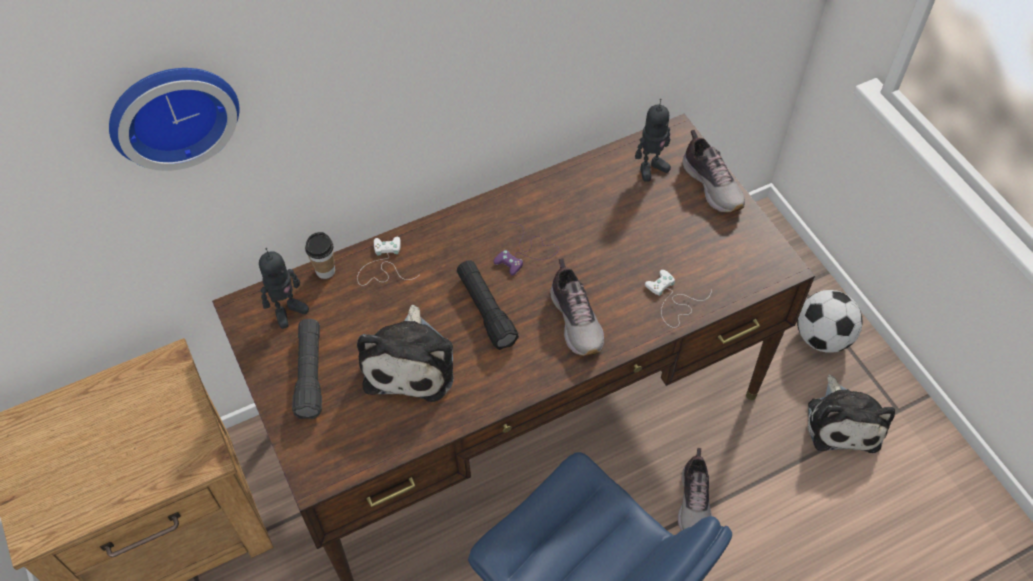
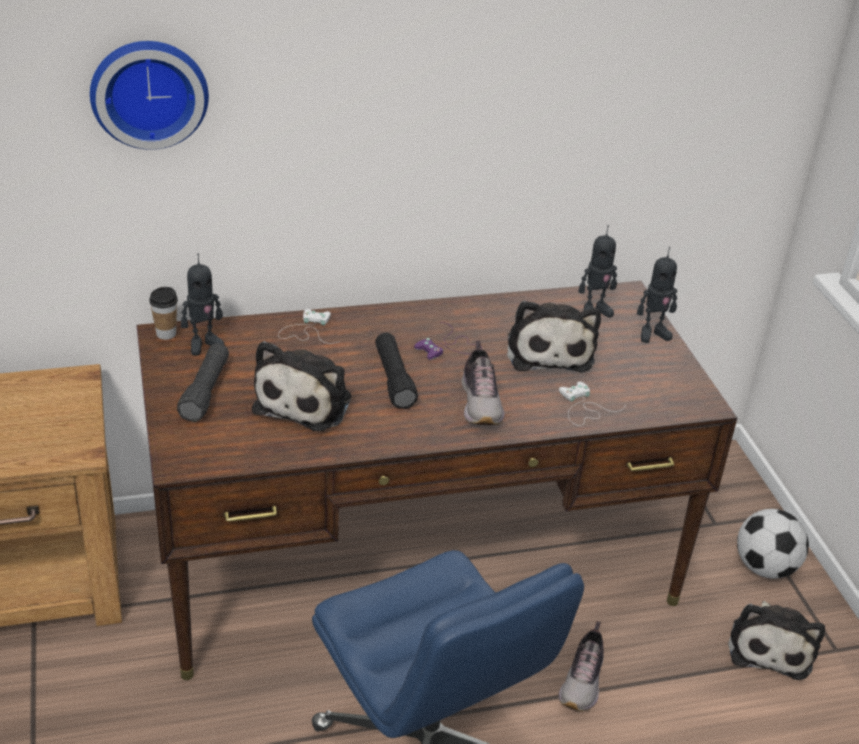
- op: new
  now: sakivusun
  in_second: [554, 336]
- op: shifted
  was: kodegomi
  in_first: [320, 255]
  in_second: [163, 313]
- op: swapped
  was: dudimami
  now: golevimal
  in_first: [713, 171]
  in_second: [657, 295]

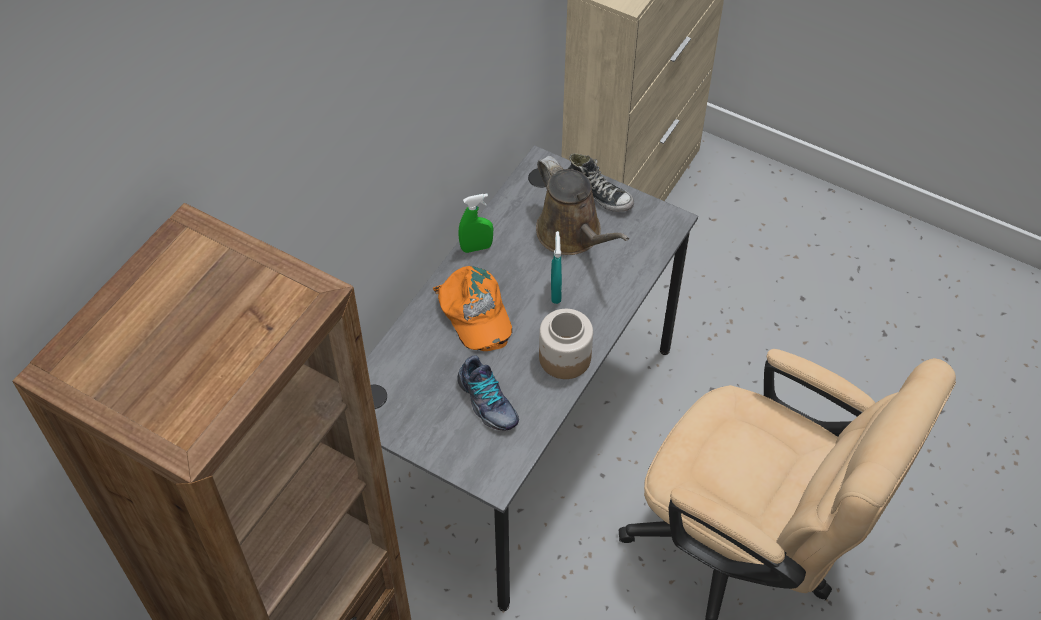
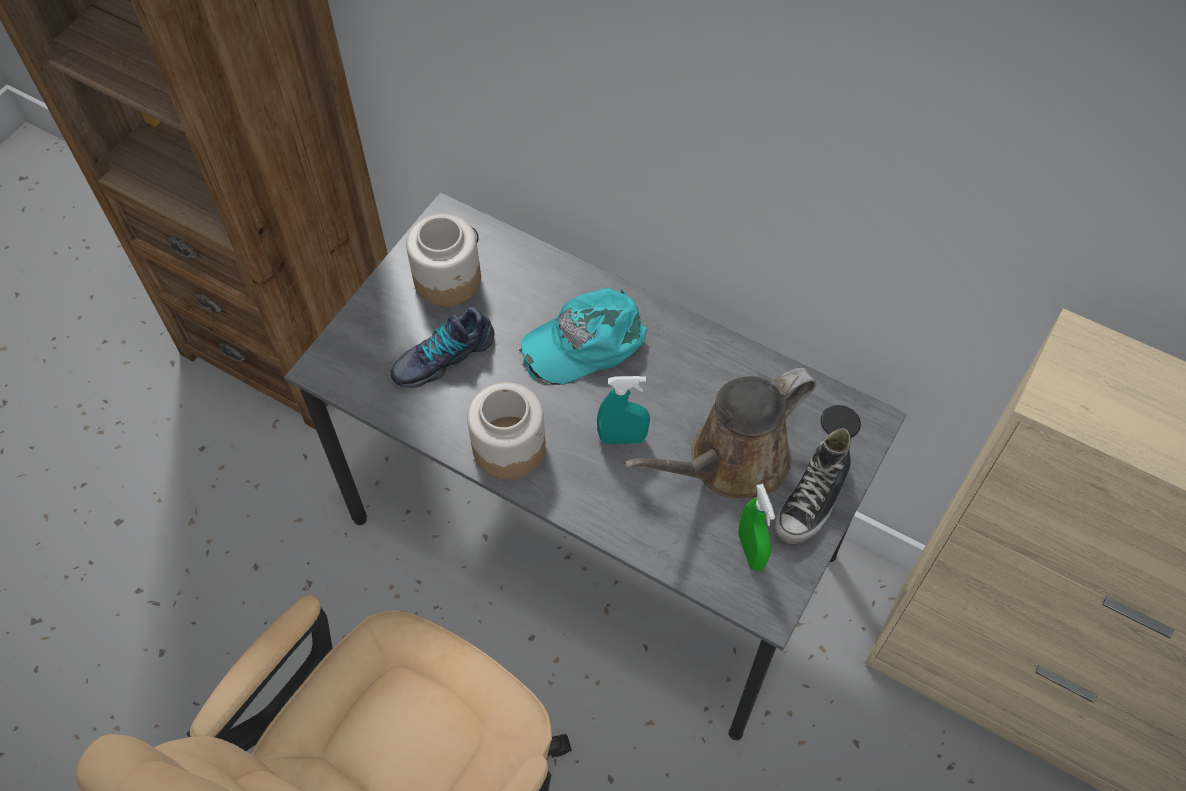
- op: new
  now: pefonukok
  in_second: [443, 260]
- op: shifted
  was: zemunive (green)
  in_first: [475, 223]
  in_second: [756, 527]
- op: repainted
  was: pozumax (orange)
  now: pozumax (turquoise)
  in_first: [472, 308]
  in_second: [583, 336]

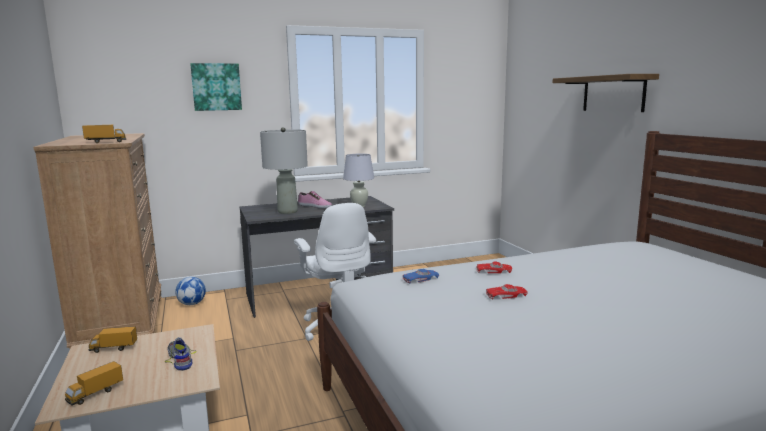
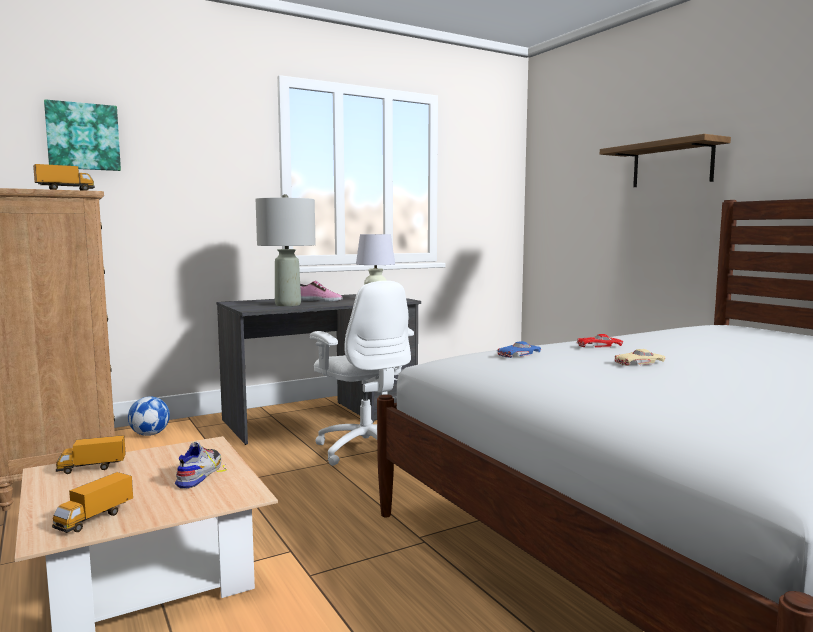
- op: shifted
  was: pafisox
  in_first: [216, 87]
  in_second: [82, 135]
- op: repainted
  was: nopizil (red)
  now: nopizil (beige)
  in_first: [507, 291]
  in_second: [640, 357]
- op: rotated
  was: dudimami
  in_first: [180, 354]
  in_second: [201, 465]
  clockwise: 45

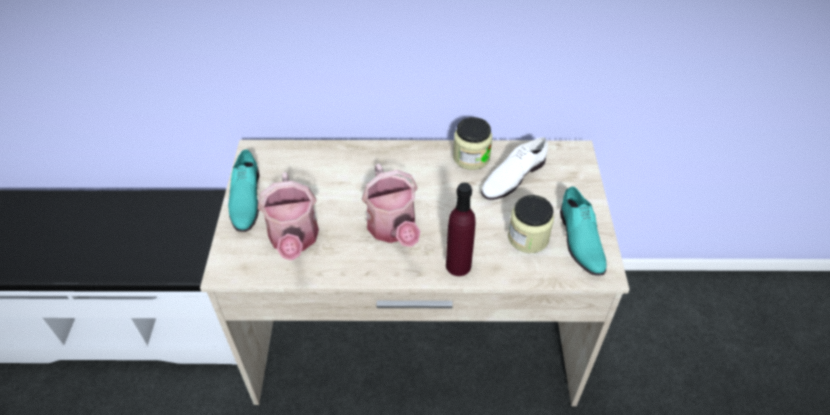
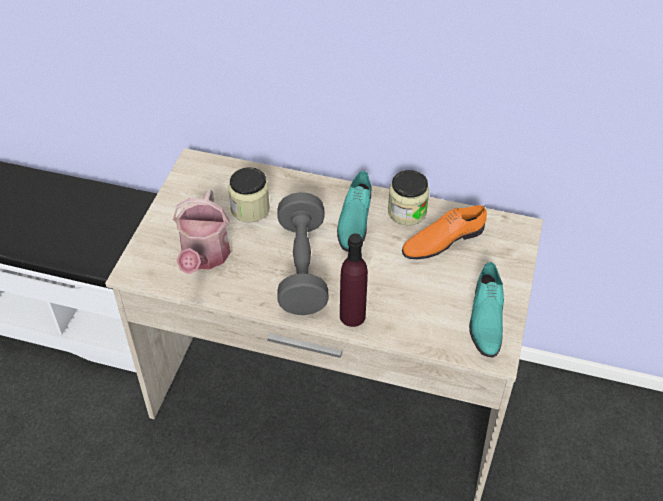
- op: shifted
  was: dudimami (turquoise)
  in_first: [244, 190]
  in_second: [354, 211]
- op: shifted
  was: pefonukok
  in_first: [531, 224]
  in_second: [249, 194]
- op: swapped
  was: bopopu
  now: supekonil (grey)
  in_first: [391, 205]
  in_second: [303, 253]
- op: repainted
  was: dudimami (white)
  now: dudimami (orange)
  in_first: [514, 168]
  in_second: [444, 232]

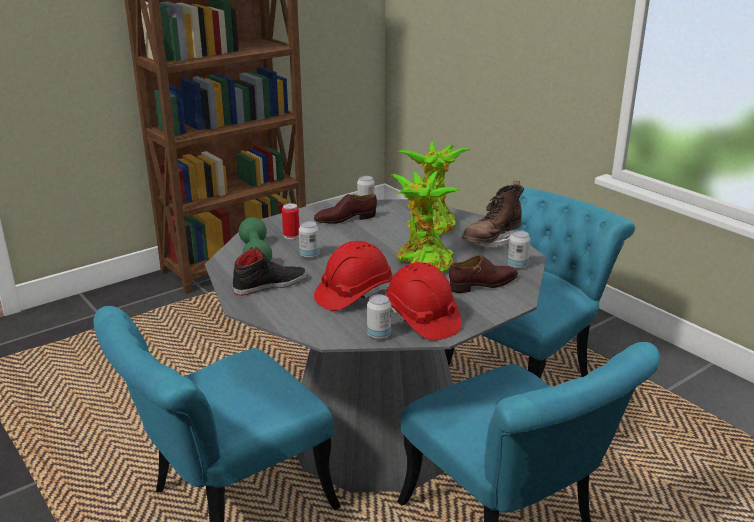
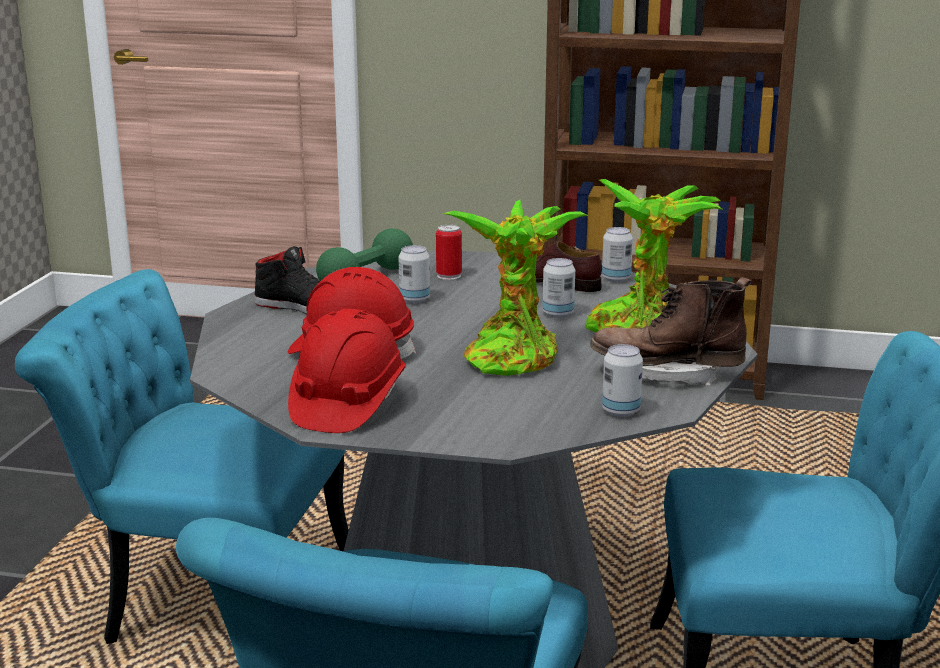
- op: gone
  was: dudimami (brown)
  in_first: [483, 274]
- op: shifted
  was: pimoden
  in_first: [379, 317]
  in_second: [558, 288]

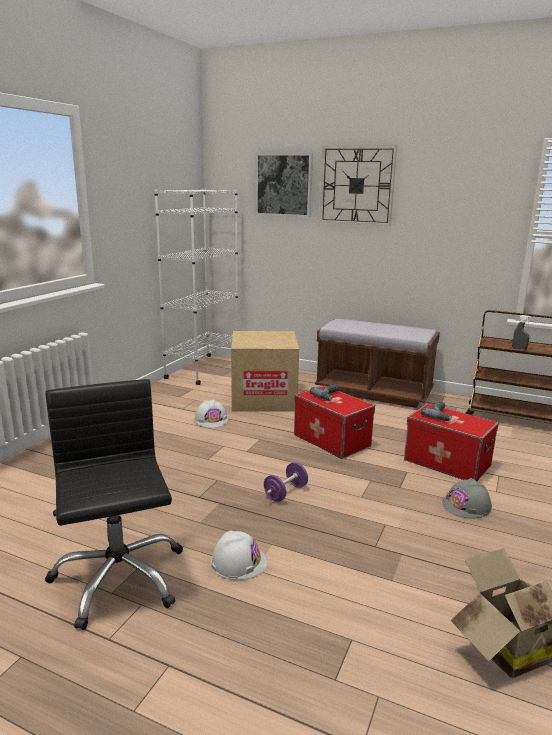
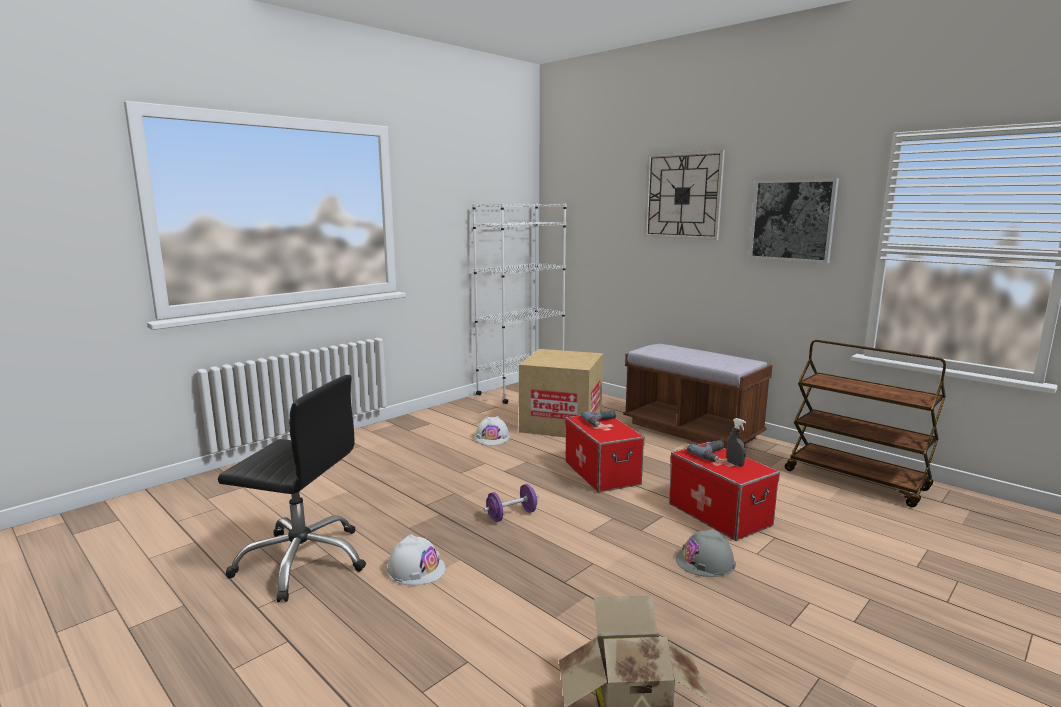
- op: shifted
  was: pafisox
  in_first: [284, 185]
  in_second: [794, 220]
- op: shifted
  was: zemunive (grey)
  in_first: [521, 332]
  in_second: [736, 442]
- op: rotated
  was: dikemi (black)
  in_first: [114, 504]
  in_second: [292, 488]
  clockwise: 105

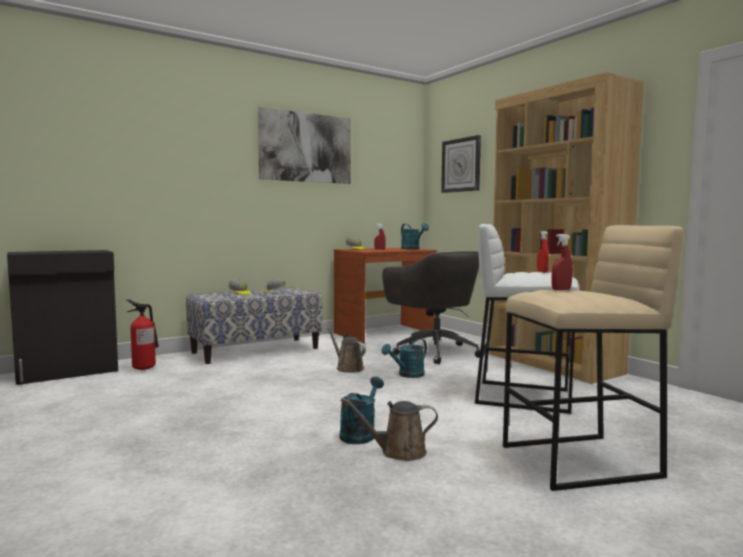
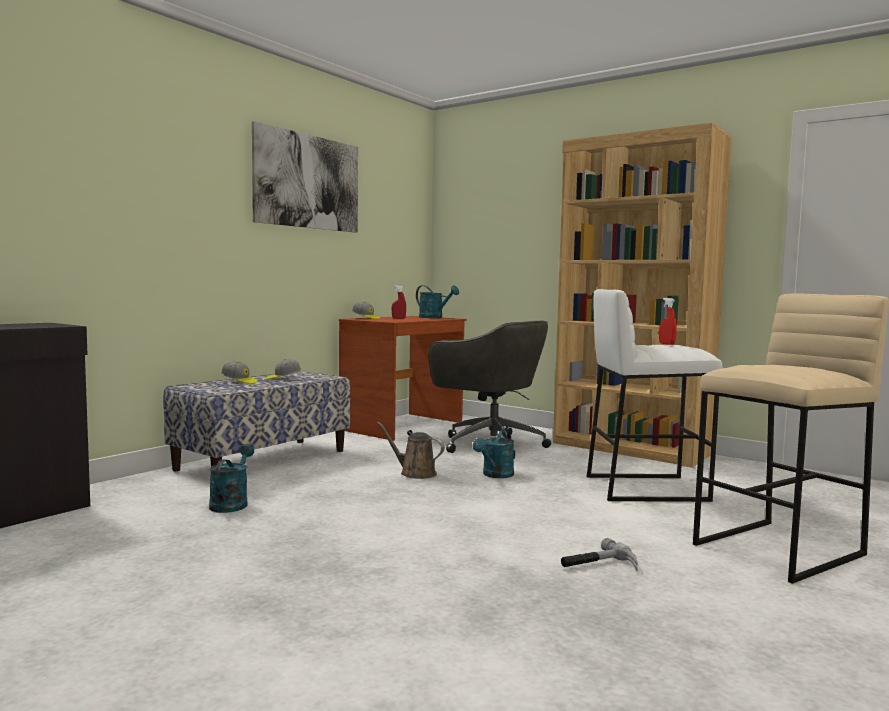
- op: gone
  was: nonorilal
  in_first: [142, 335]
- op: gone
  was: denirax
  in_first: [461, 164]
- op: gone
  was: zemunive (red)
  in_first: [562, 262]
- op: shifted
  was: bopopu (turquoise)
  in_first: [361, 410]
  in_second: [231, 478]
- op: swapped
  was: bopopu (brown)
  now: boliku
  in_first: [389, 429]
  in_second: [599, 554]

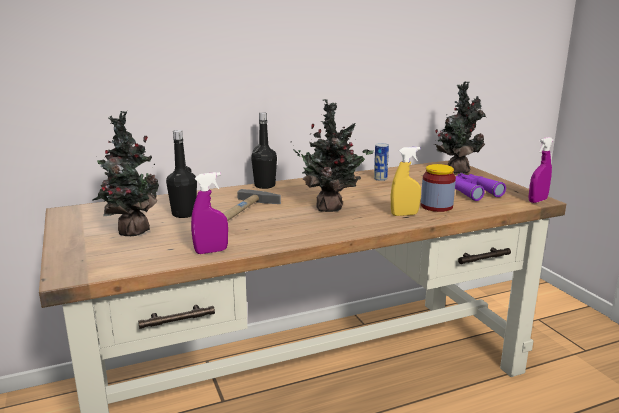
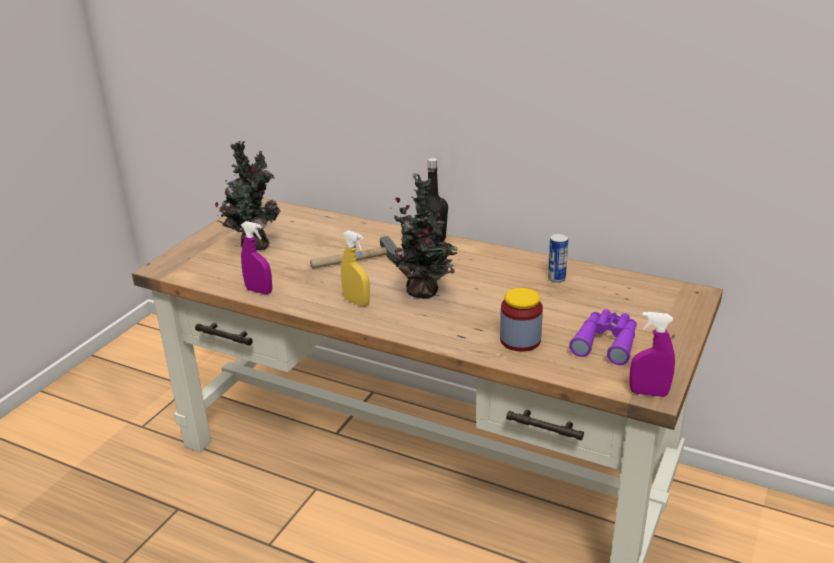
- op: gone
  was: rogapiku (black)
  in_first: [181, 174]
- op: gone
  was: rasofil
  in_first: [460, 127]
- op: shifted
  was: zemunive (yellow)
  in_first: [406, 181]
  in_second: [355, 268]

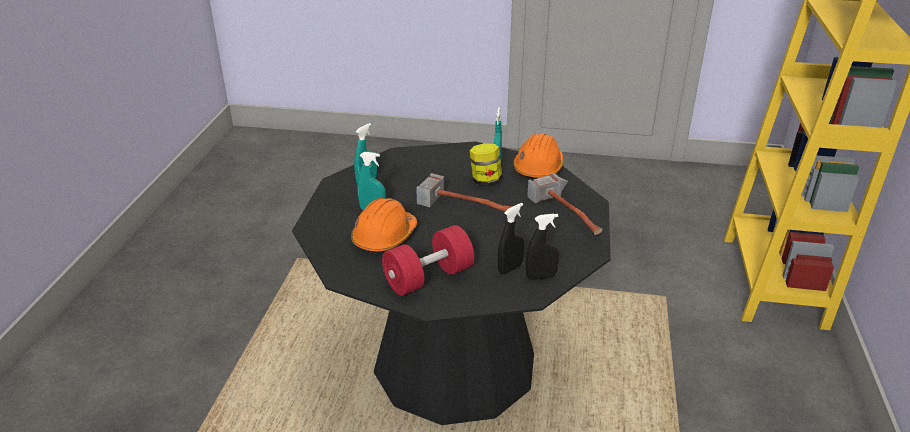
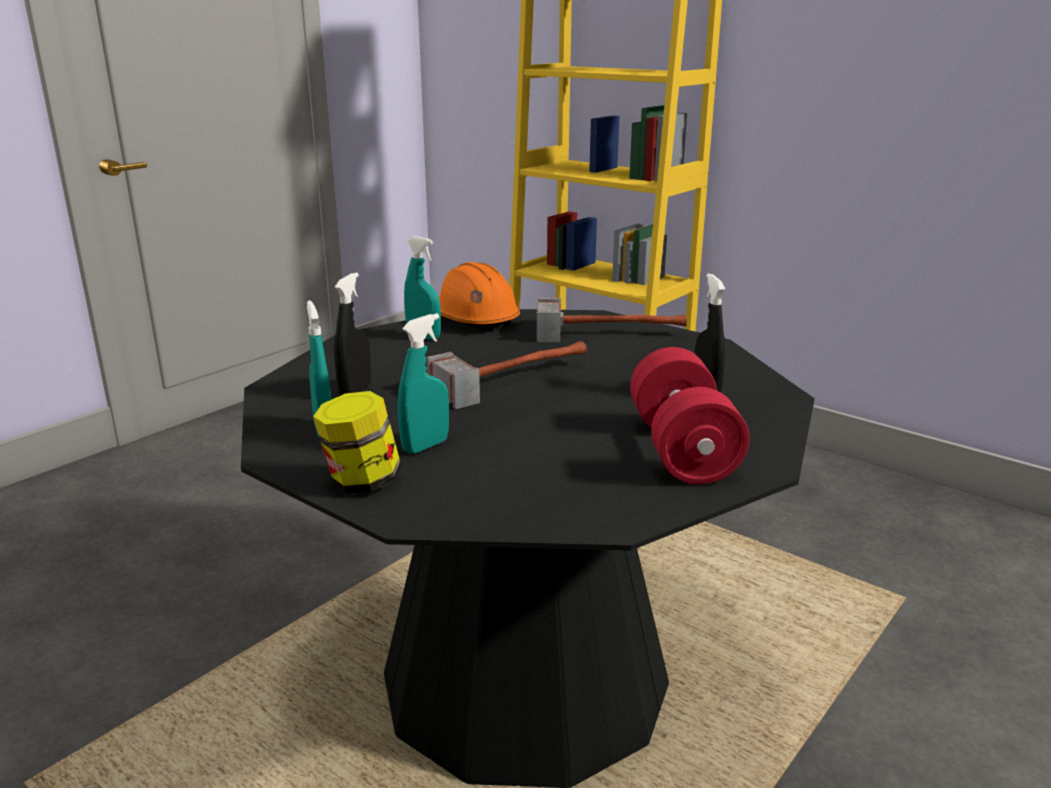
- op: gone
  was: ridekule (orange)
  in_first: [384, 226]
- op: shifted
  was: pefonukok
  in_first: [486, 164]
  in_second: [357, 442]
- op: shifted
  was: zemunive (black)
  in_first: [542, 246]
  in_second: [352, 334]

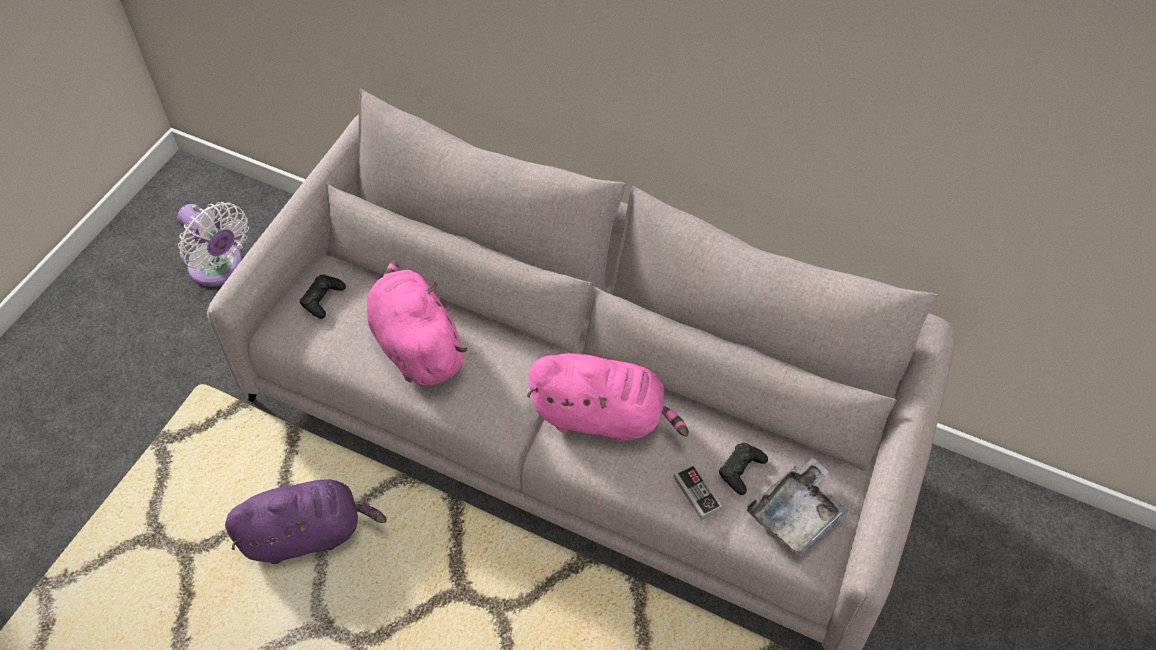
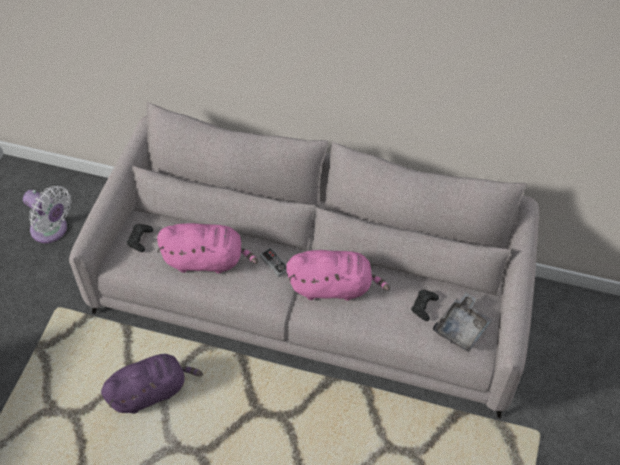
- op: shifted
  was: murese
  in_first: [698, 492]
  in_second: [273, 262]
- op: rotated
  was: sakivusun (pink)
  in_first: [417, 323]
  in_second: [207, 248]
  clockwise: 135

